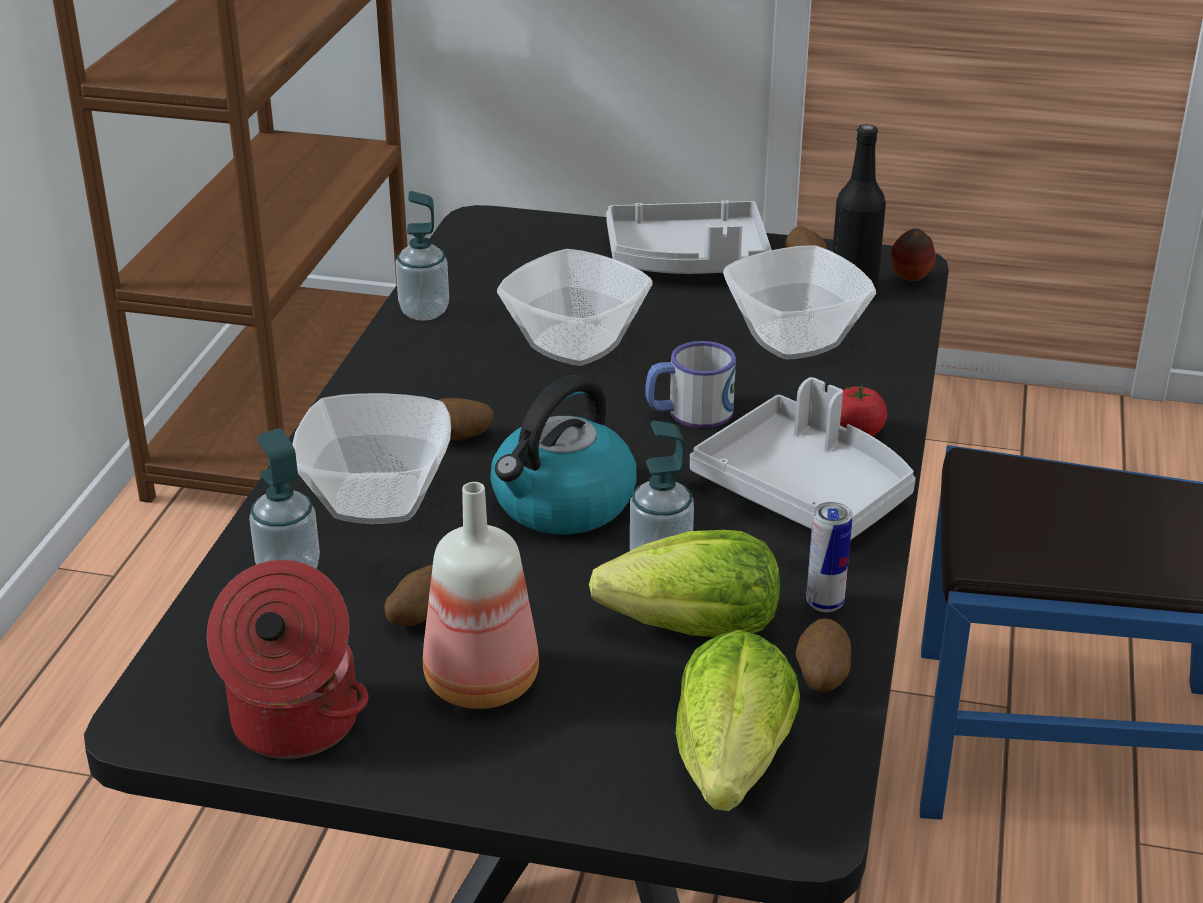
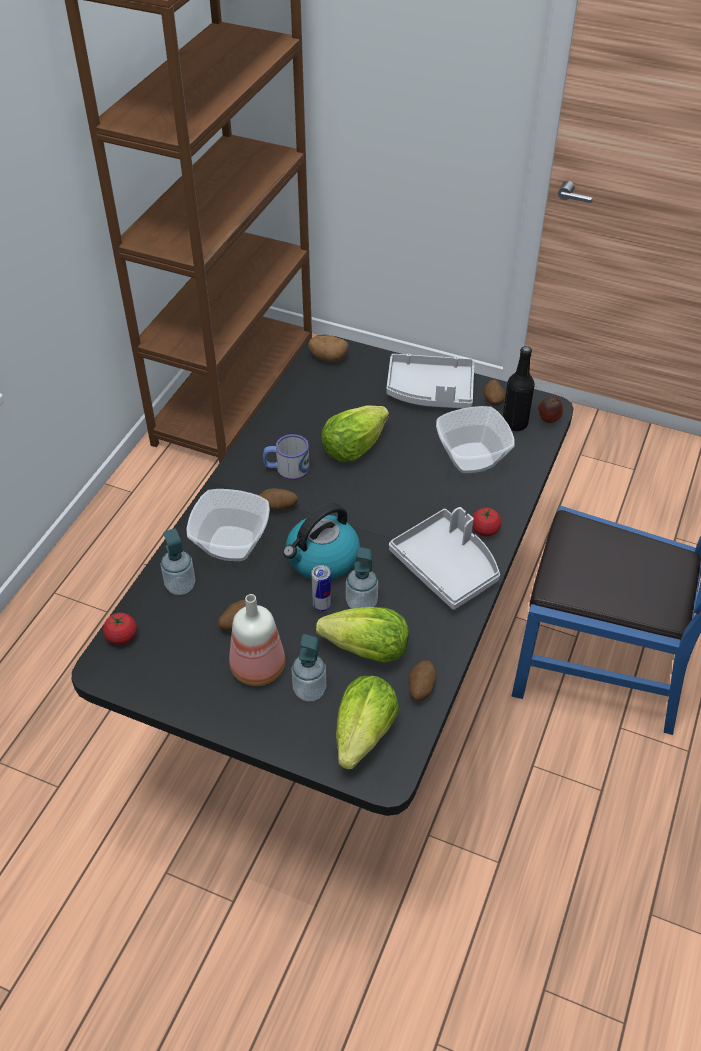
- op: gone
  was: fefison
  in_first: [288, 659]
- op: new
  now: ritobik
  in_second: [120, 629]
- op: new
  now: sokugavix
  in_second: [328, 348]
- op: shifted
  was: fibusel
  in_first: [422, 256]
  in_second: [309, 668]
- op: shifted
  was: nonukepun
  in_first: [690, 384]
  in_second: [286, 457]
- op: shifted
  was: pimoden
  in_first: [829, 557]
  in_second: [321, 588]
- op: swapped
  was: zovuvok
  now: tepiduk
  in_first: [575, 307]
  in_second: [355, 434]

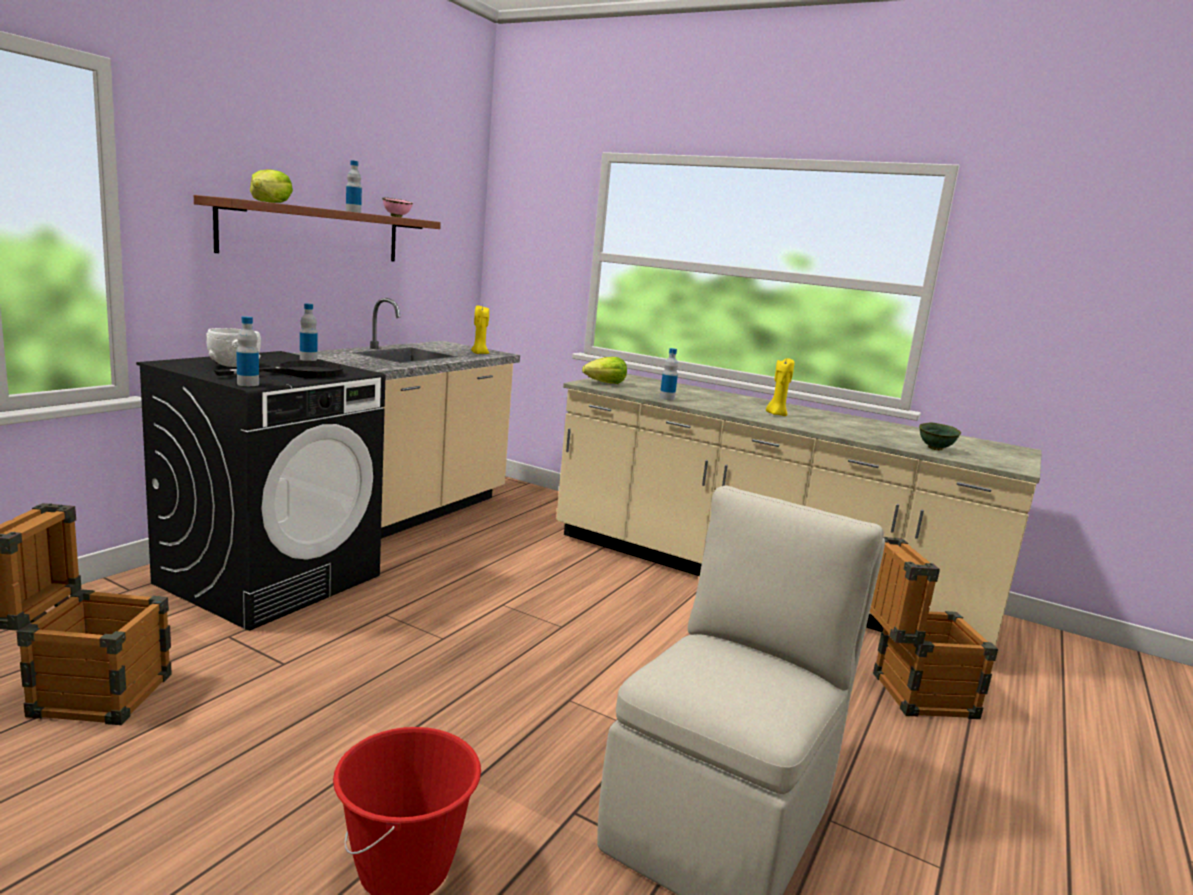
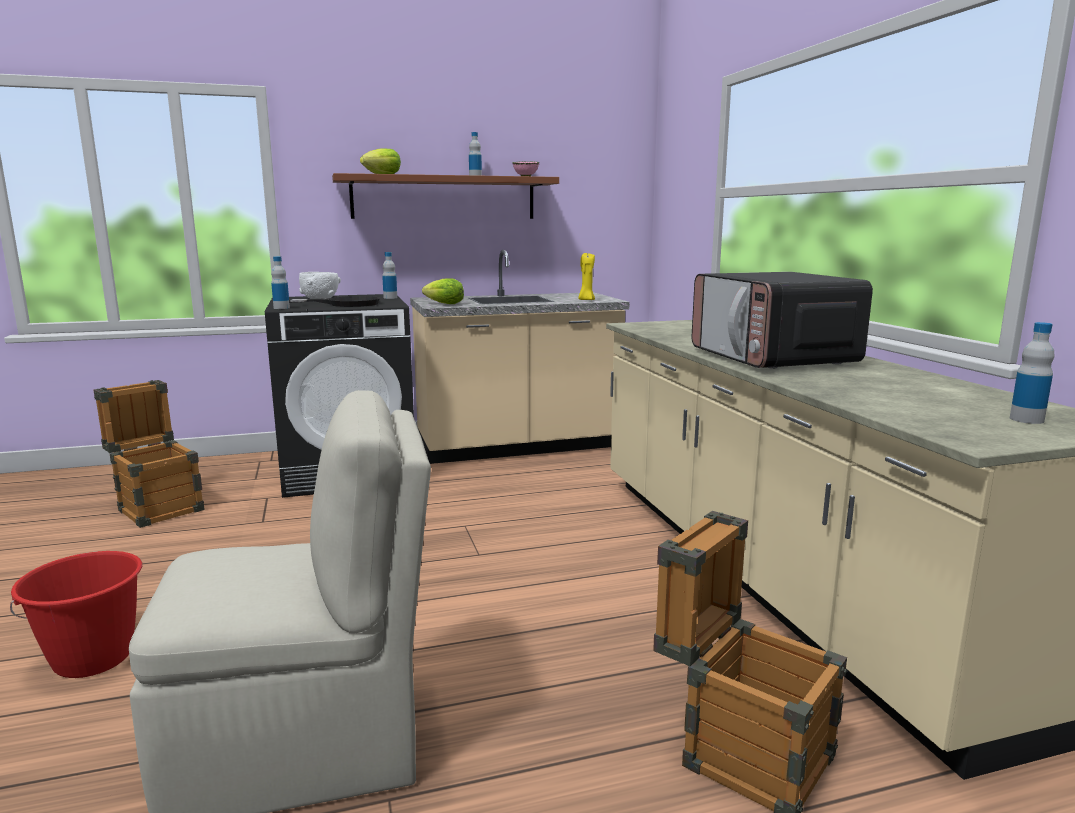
- op: gone
  was: zovuvok (green)
  in_first: [940, 436]
- op: shifted
  was: tepiduk
  in_first: [604, 370]
  in_second: [443, 291]
- op: shifted
  was: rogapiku
  in_first: [669, 374]
  in_second: [1032, 373]
- op: swapped
  was: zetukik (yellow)
  now: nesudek
  in_first: [780, 387]
  in_second: [782, 320]

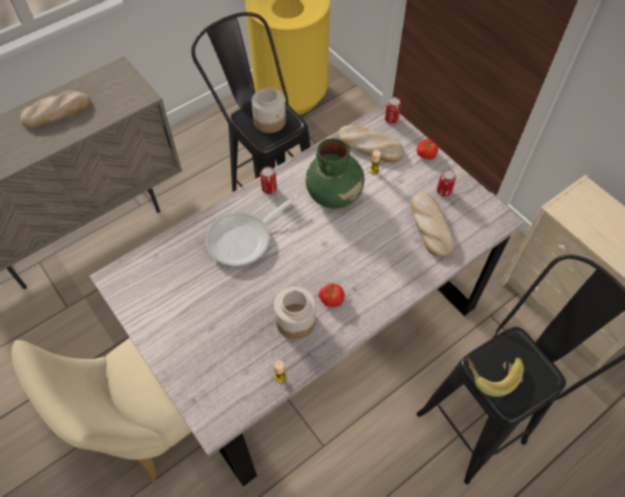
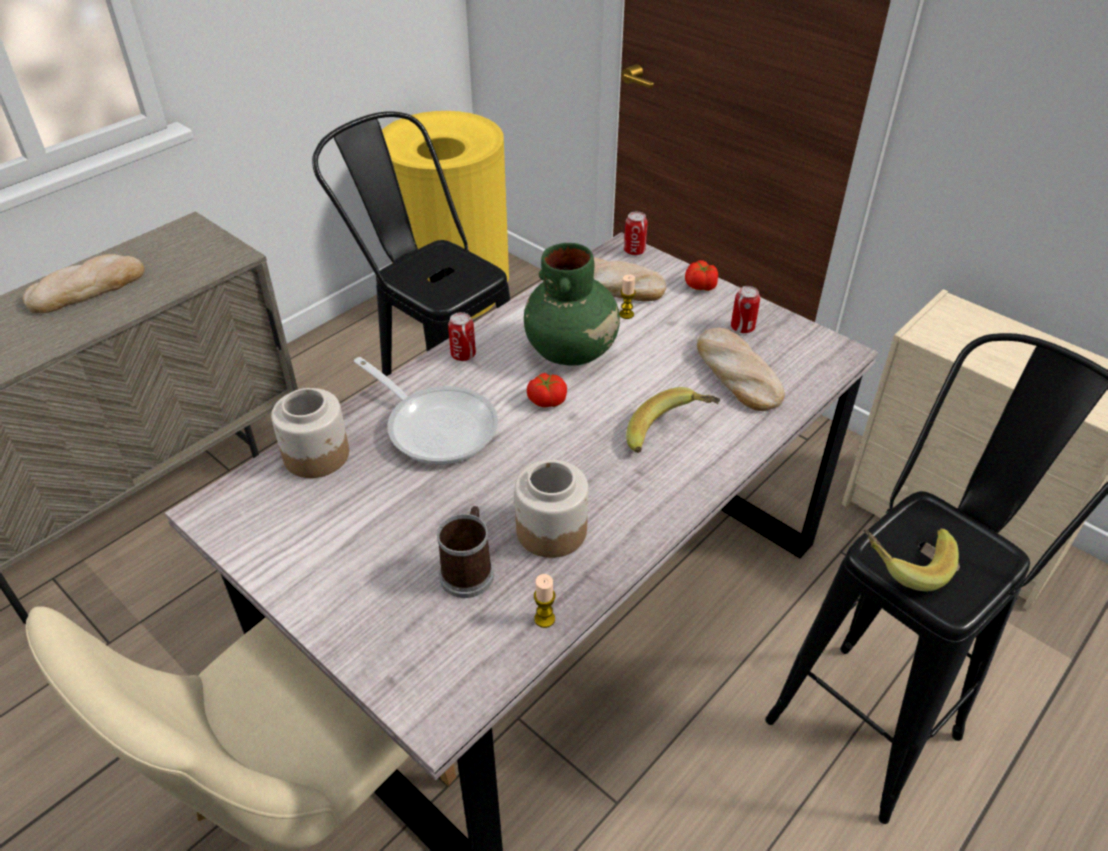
- op: new
  now: nonukepun
  in_second: [465, 552]
- op: new
  now: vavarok
  in_second: [673, 420]
- op: shifted
  was: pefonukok
  in_first: [268, 110]
  in_second: [310, 433]
- op: shifted
  was: ritobik
  in_first: [332, 295]
  in_second: [547, 390]
- op: rotated
  was: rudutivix
  in_first: [252, 230]
  in_second: [426, 411]
  clockwise: -90

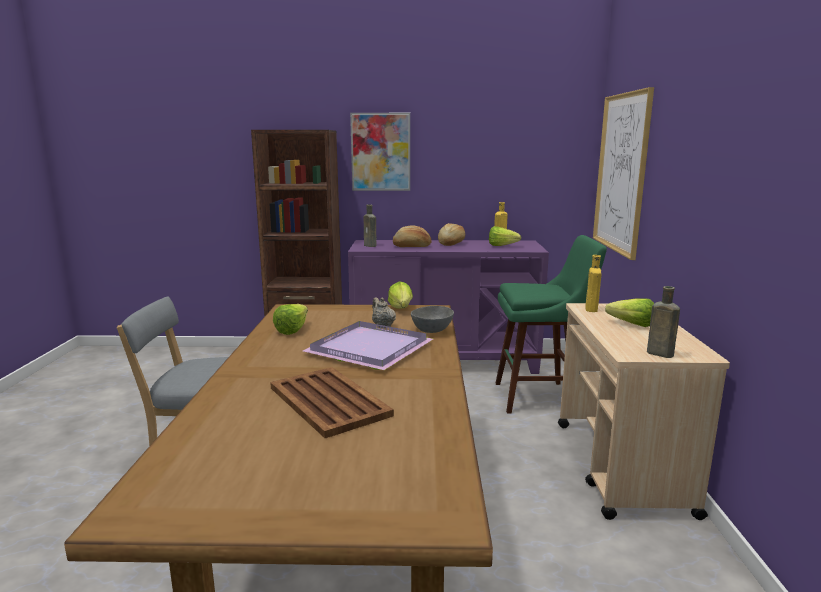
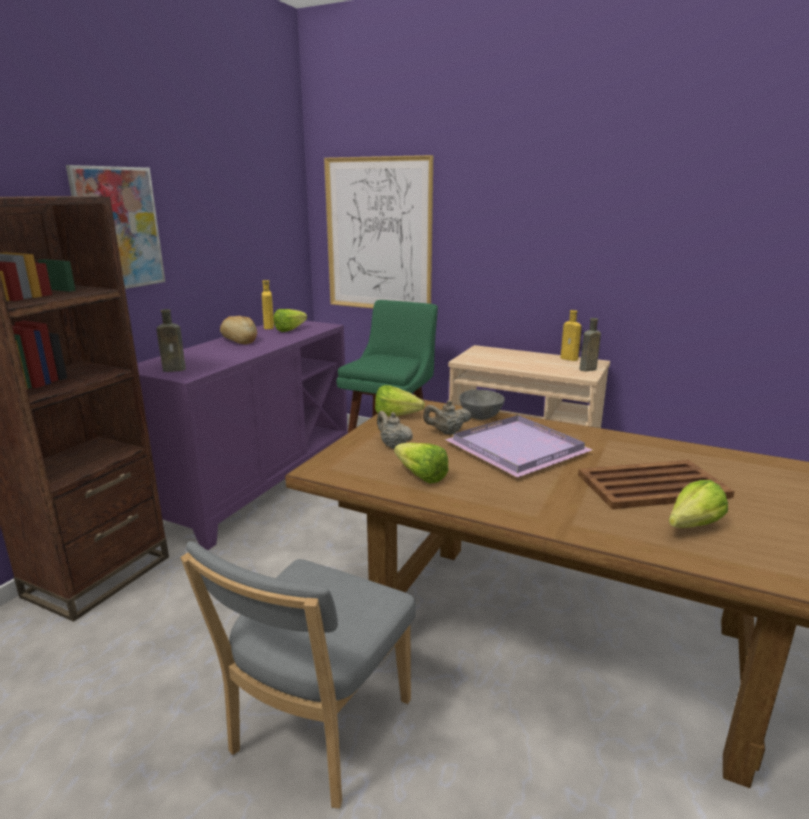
- op: gone
  was: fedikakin
  in_first: [412, 236]
- op: new
  now: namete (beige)
  in_second: [395, 430]
- op: shifted
  was: rogapiku (yellow)
  in_first: [593, 283]
  in_second: [571, 335]
- op: shifted
  was: tepiduk
  in_first: [629, 312]
  in_second: [698, 504]

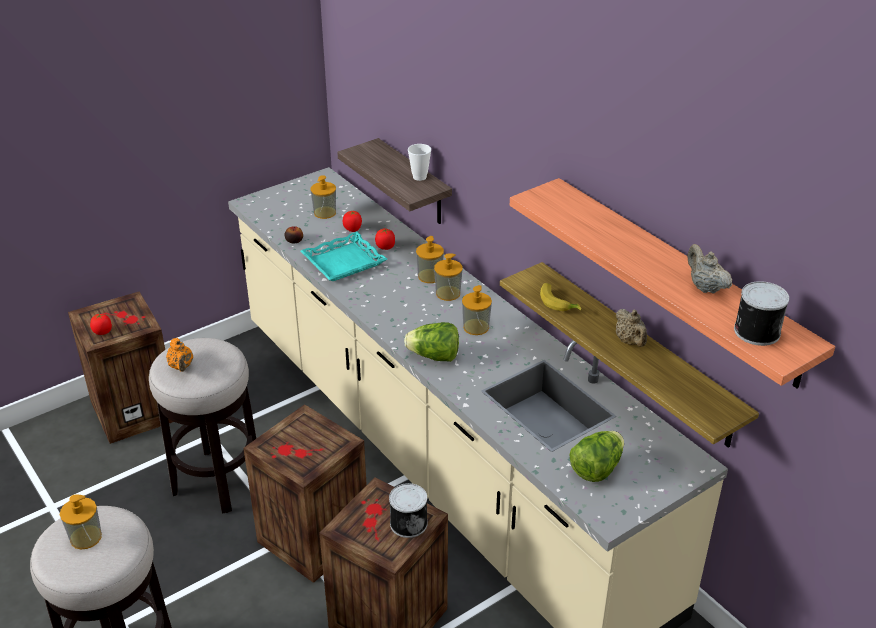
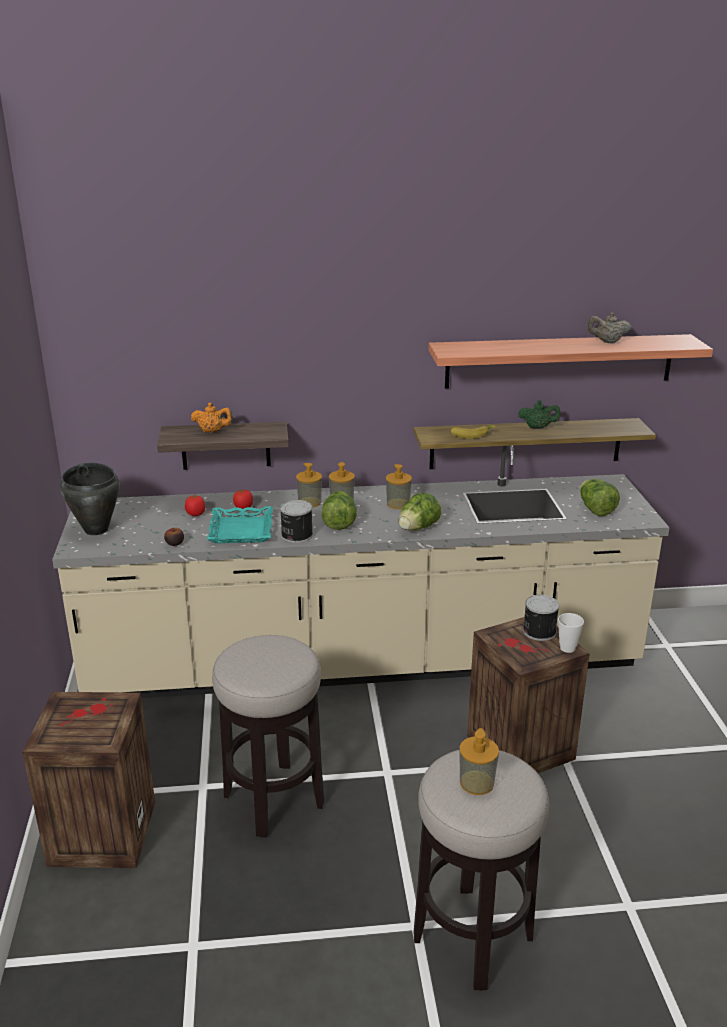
- op: gone
  was: ritobik
  in_first: [101, 324]
- op: gone
  was: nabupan
  in_first: [305, 493]
- op: gone
  was: fibusel
  in_first: [323, 197]
- op: new
  now: fefison (black)
  in_second: [90, 499]
- op: new
  now: tepiduk
  in_second: [339, 510]
- op: shifted
  was: namete (orange)
  in_first: [179, 355]
  in_second: [212, 418]
- op: shifted
  was: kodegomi
  in_first: [419, 162]
  in_second: [571, 633]
- op: shifted
  was: pimoden
  in_first: [761, 313]
  in_second: [296, 521]
- op: repainted
  was: namete (beige)
  now: namete (green)
  in_first: [631, 328]
  in_second: [539, 414]

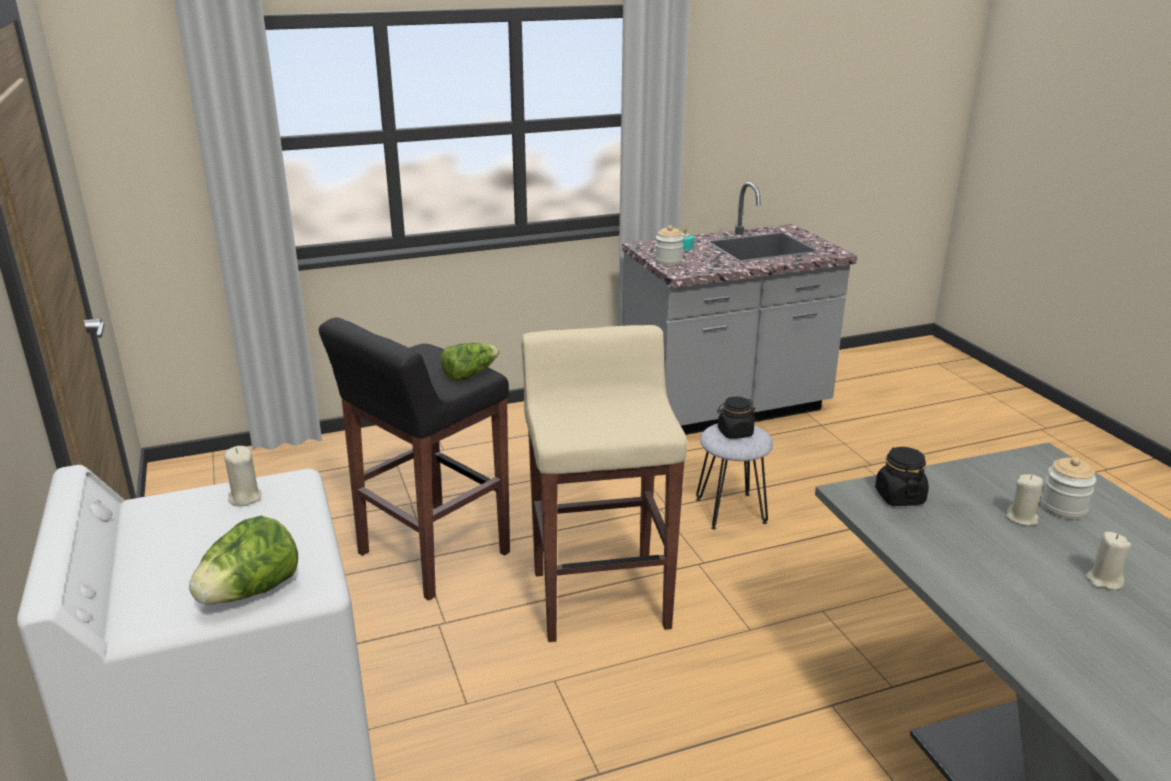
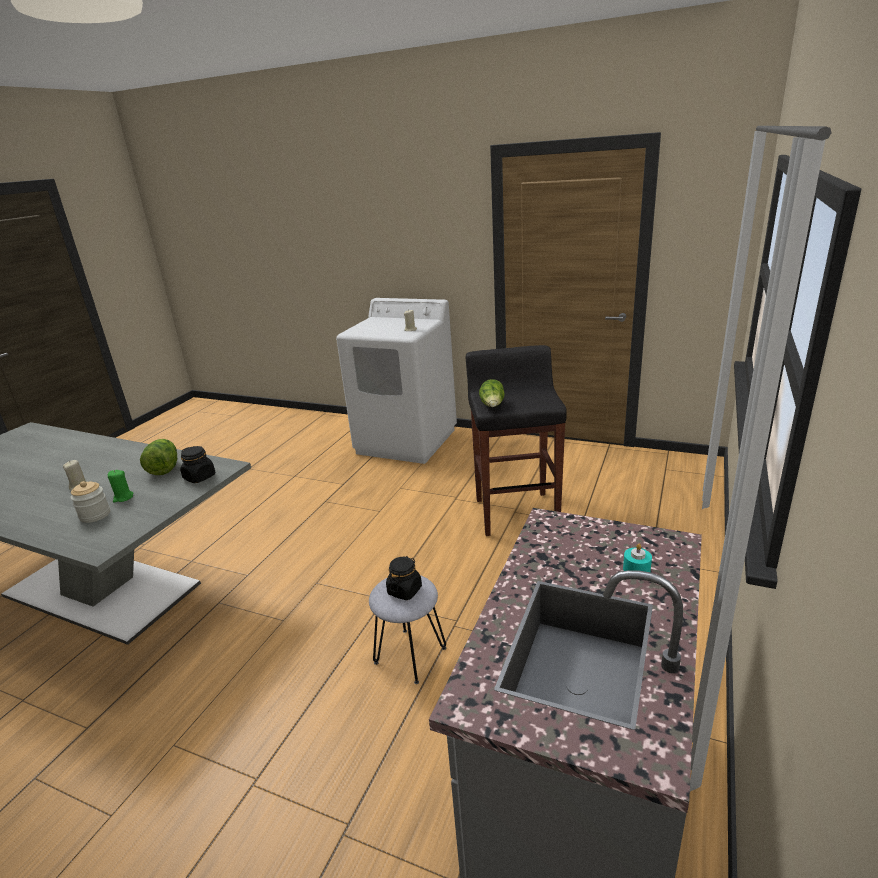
- op: gone
  was: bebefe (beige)
  in_first: [604, 483]
- op: gone
  was: pefonukok
  in_first: [669, 245]
- op: shifted
  was: tepiduk
  in_first: [243, 560]
  in_second: [158, 457]
- op: repainted
  was: zetukik (beige)
  now: zetukik (green)
  in_first: [1024, 500]
  in_second: [121, 486]

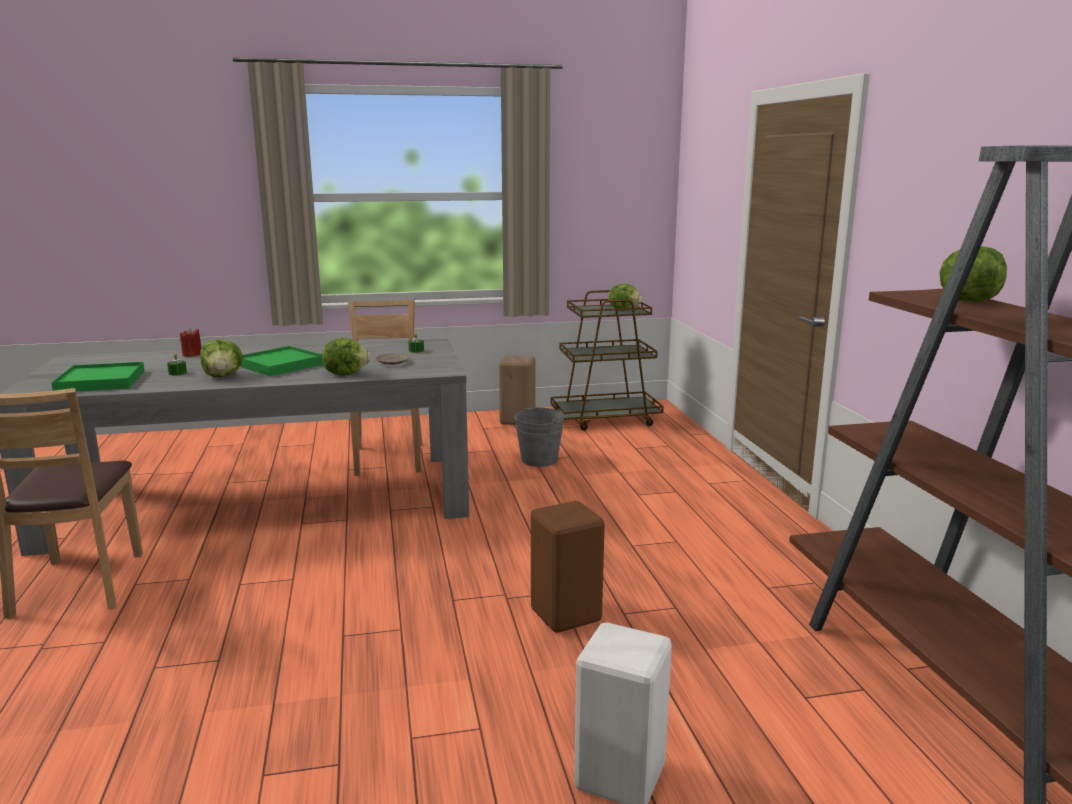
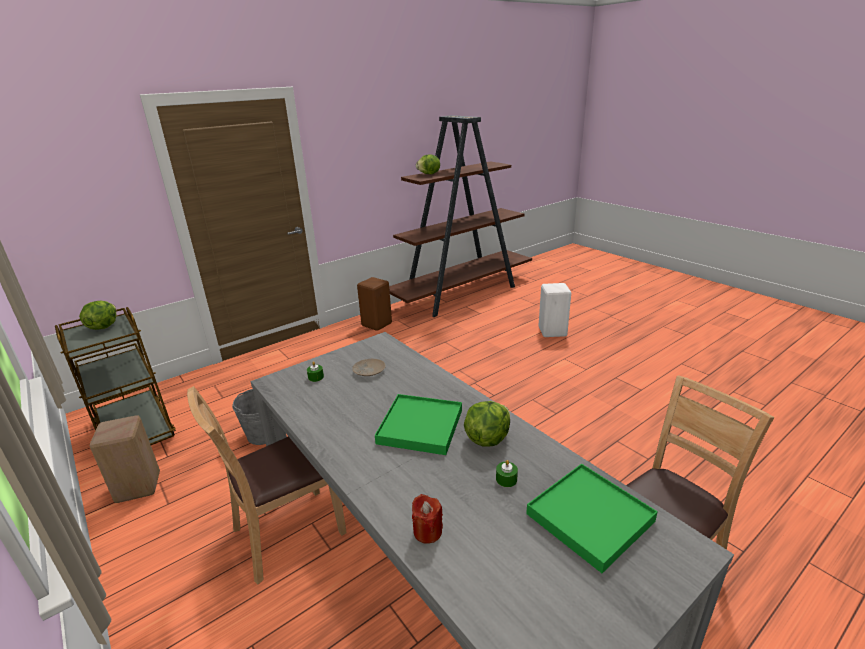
- op: gone
  was: tepiduk
  in_first: [346, 356]
- op: shifted
  was: bebefe (brown)
  in_first: [568, 567]
  in_second: [374, 304]

